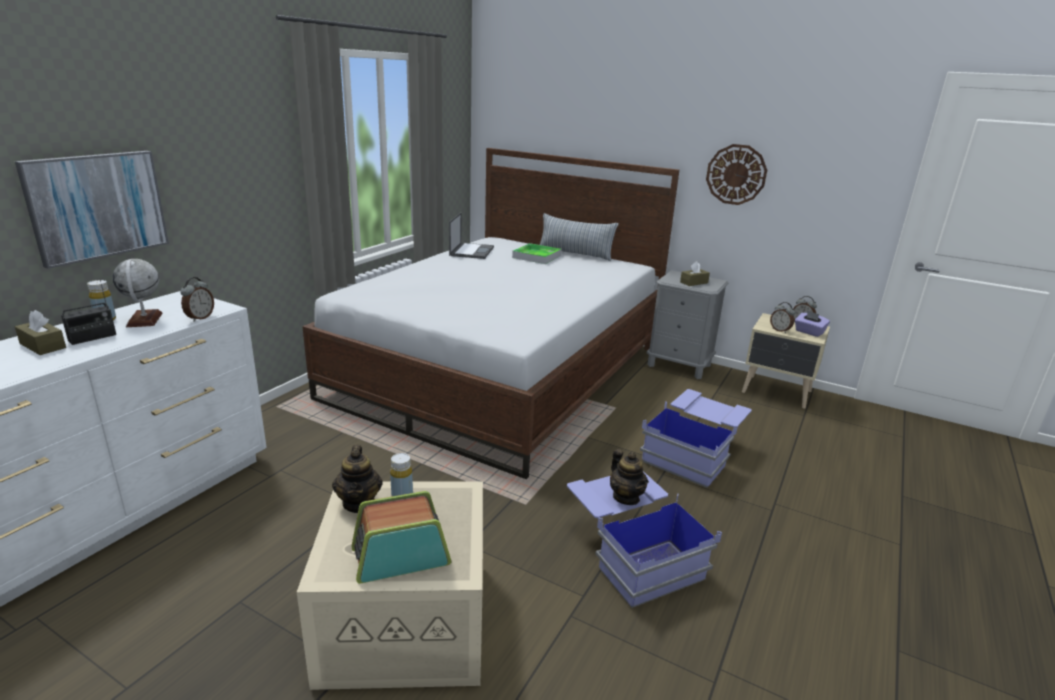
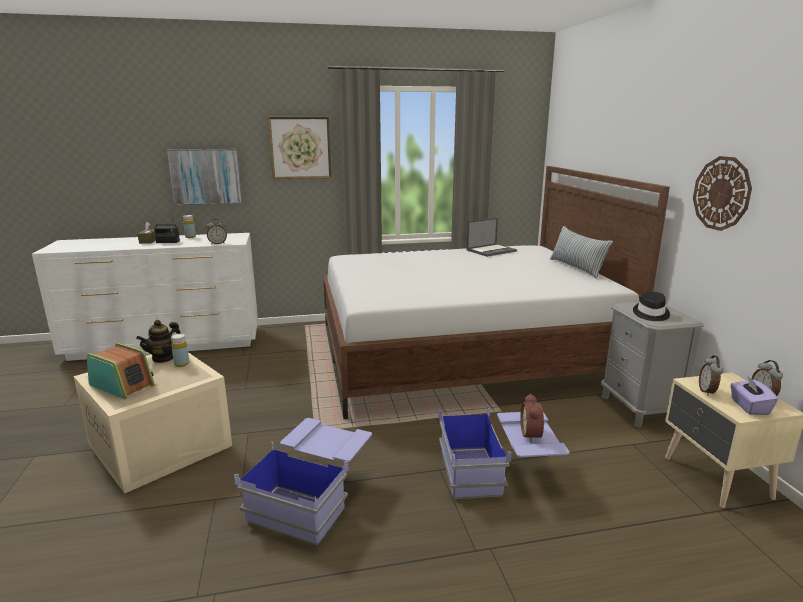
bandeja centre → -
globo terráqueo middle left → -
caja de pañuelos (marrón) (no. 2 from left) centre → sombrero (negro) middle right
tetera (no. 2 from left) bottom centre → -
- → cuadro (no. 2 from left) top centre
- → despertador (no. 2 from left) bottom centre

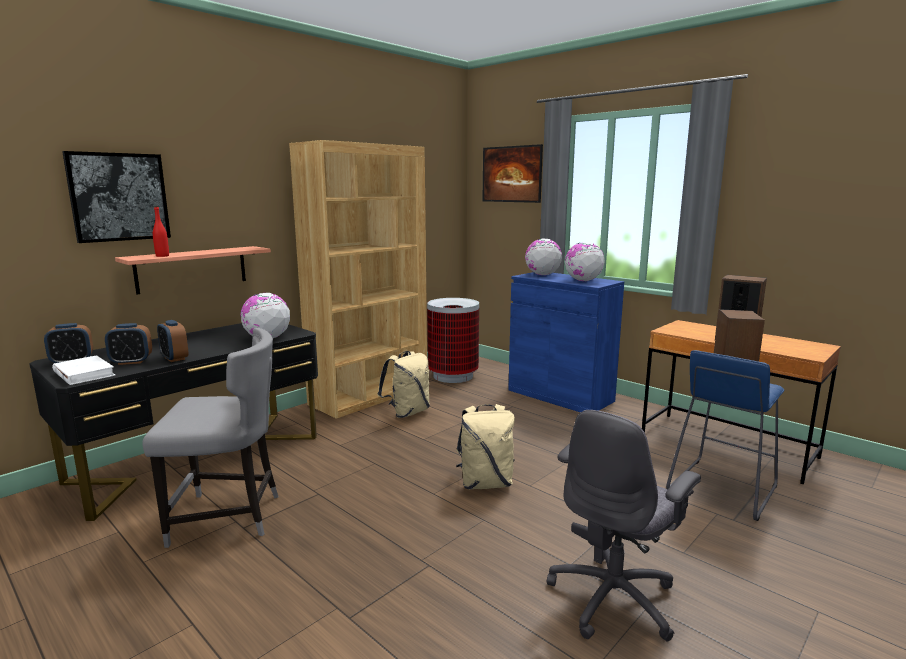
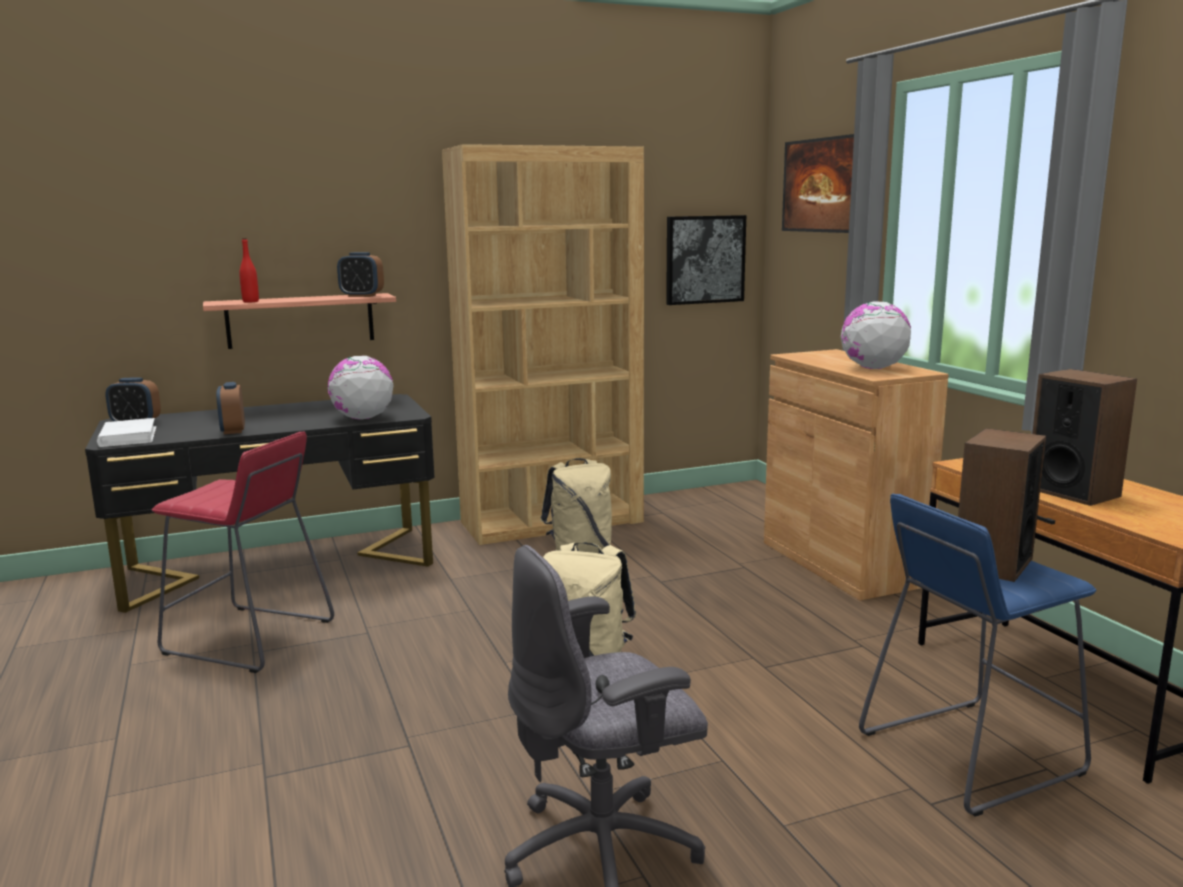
cuadro (no. 1 from left) top left → cuadro (no. 1 from left) top centre, shifted
globo terráqueo (no. 2 from left) centre → -
armario (azul) centre → armario (marrón) middle right
papelera centre → -
despertador (no. 2 from left in the first image) middle left → despertador (no. 3 from left) top left, shifted
silla (gris) middle left → taburete (rojo) middle left

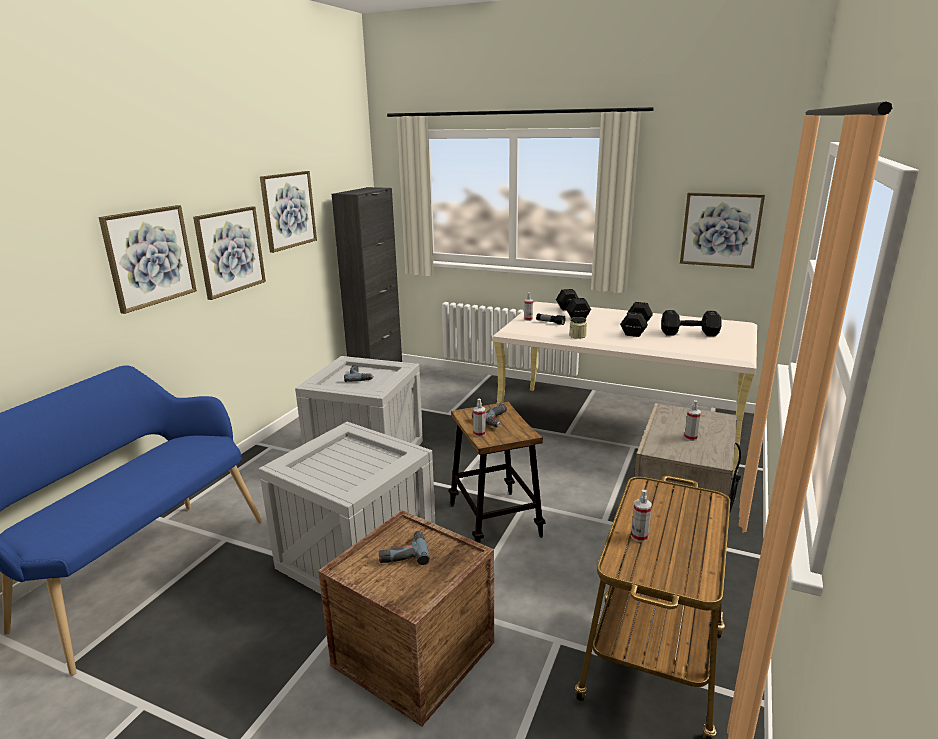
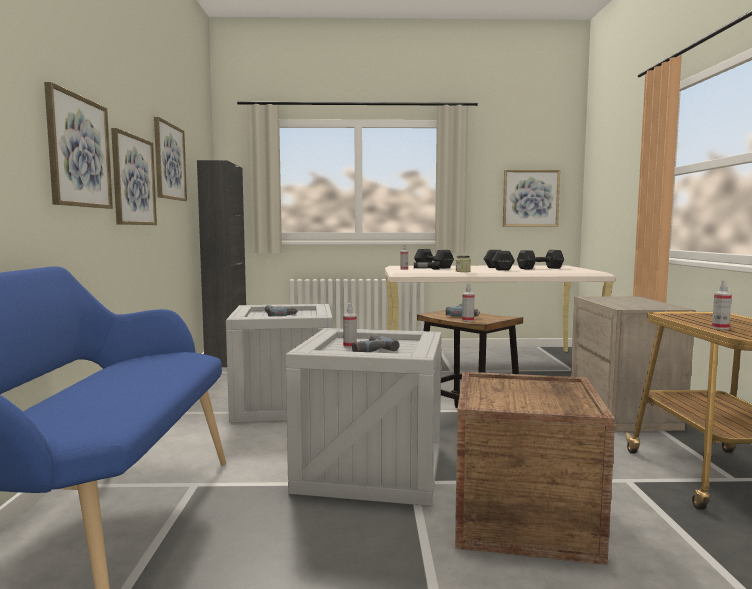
pulverizador (no. 4 from left in the first image) middle right → pulverizador (no. 1 from left) centre, shifted
taladro (no. 2 from left) bottom centre → taladro (no. 2 from left) centre, shifted

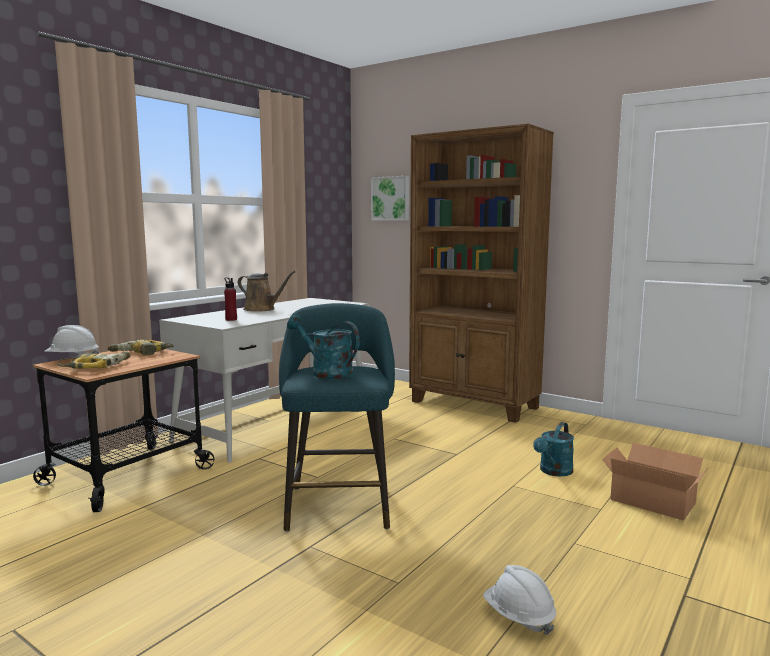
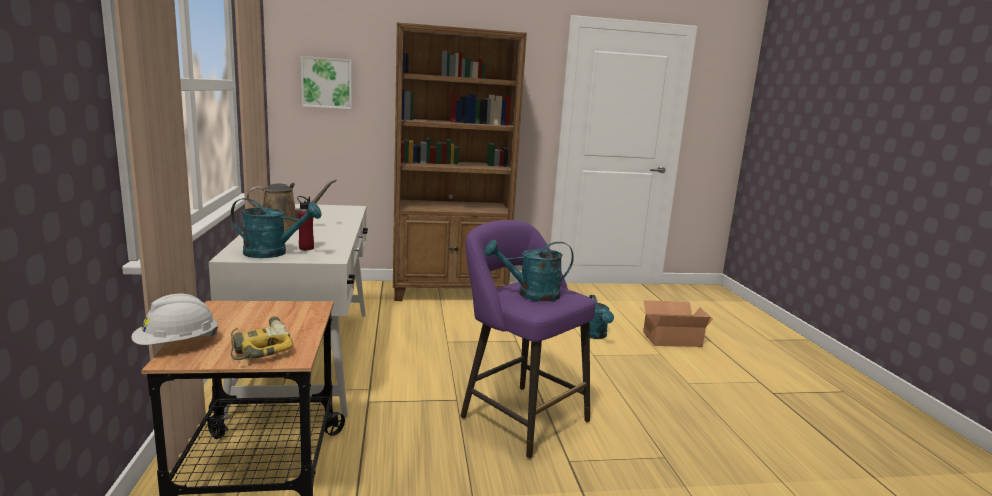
taburete (turquesa) centre → taburete (morado) bottom centre
taladro (no. 2 from left) middle left → -
casco (blanco) (no. 2 from left) bottom right → -
- → regadera (turquesa) (no. 1 from left) middle left

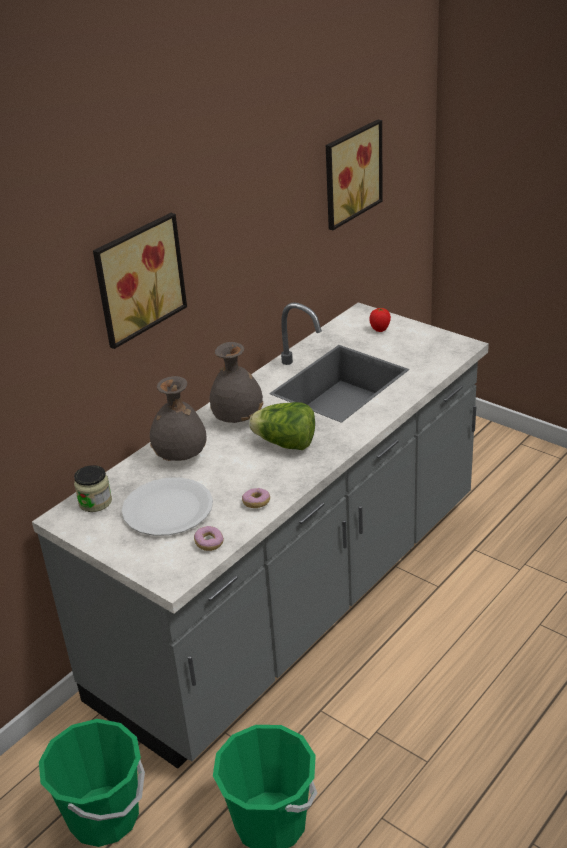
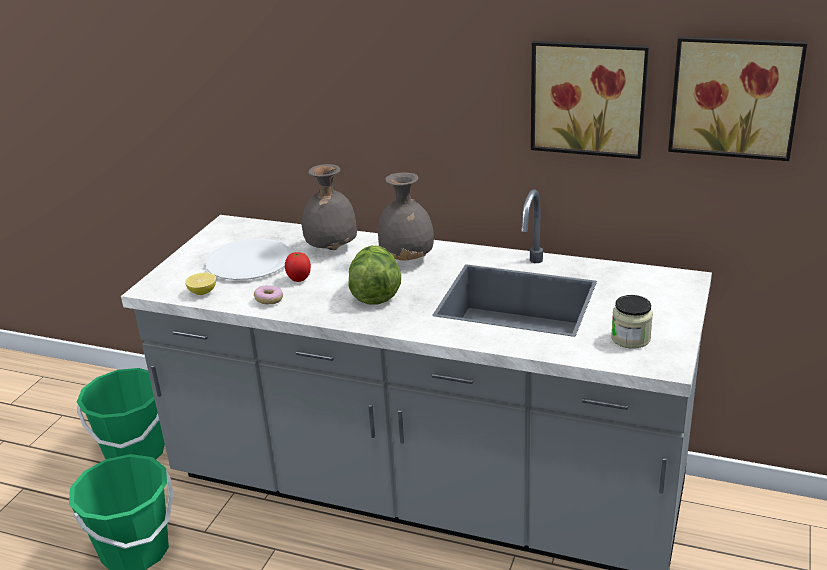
cuadro (no. 1 from left) top left → cuadro (no. 1 from left) top right, shifted
tomate middle right → tomate centre, shifted
tarro middle left → tarro middle right, shifted
rosquilla (no. 1 from left) centre → limón middle left

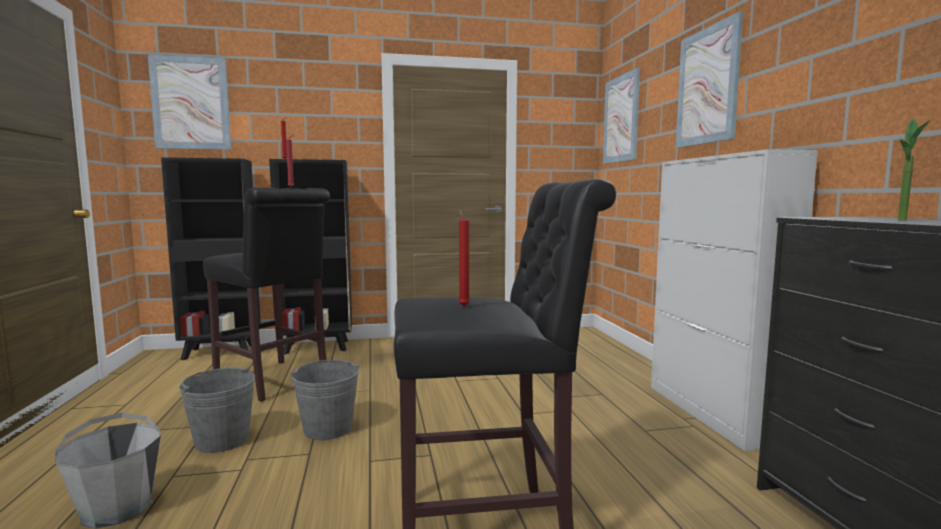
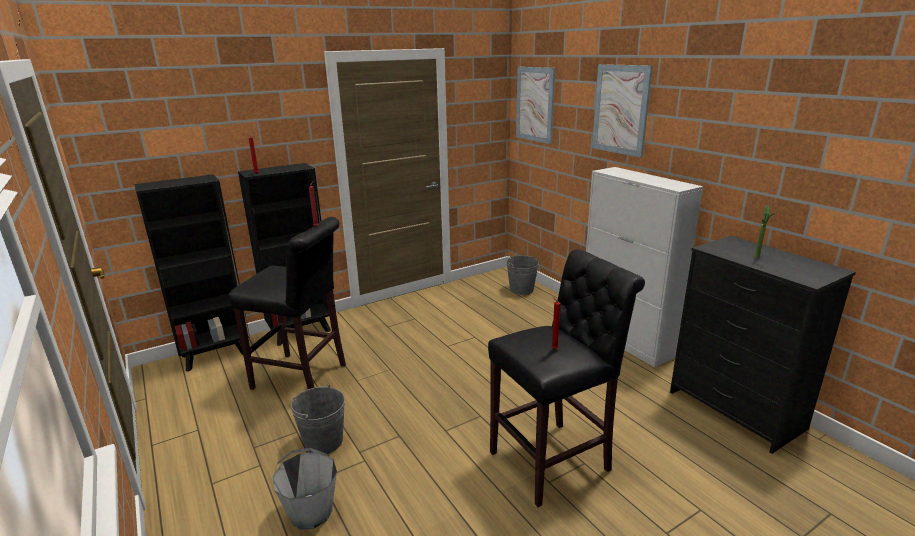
cuadro (no. 1 from left) top left → -
cubo (gris) (no. 3 from left) bottom centre → cubo (gris) (no. 3 from left) centre, shifted

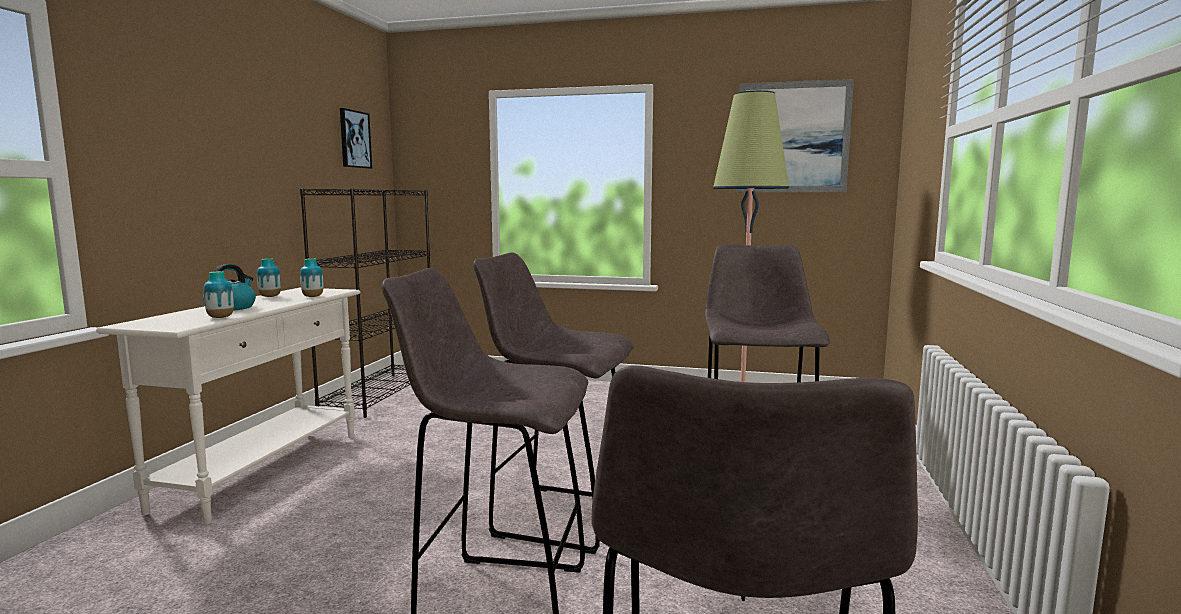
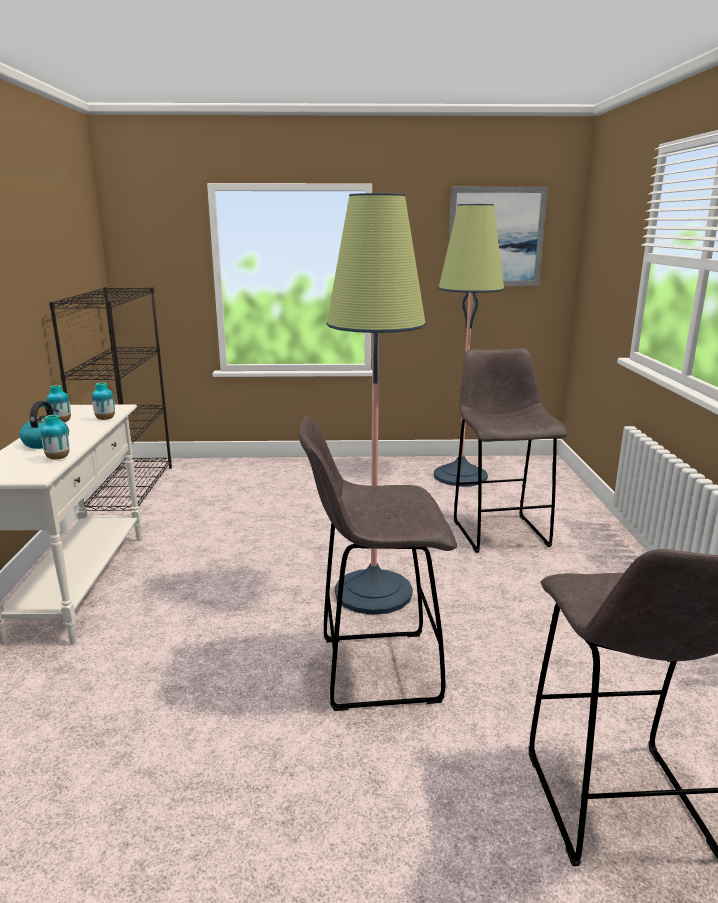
cuadro (no. 1 from left) top left → -
taburete (gris) (no. 2 from left) centre → lámpara de pie (no. 1 from left) centre

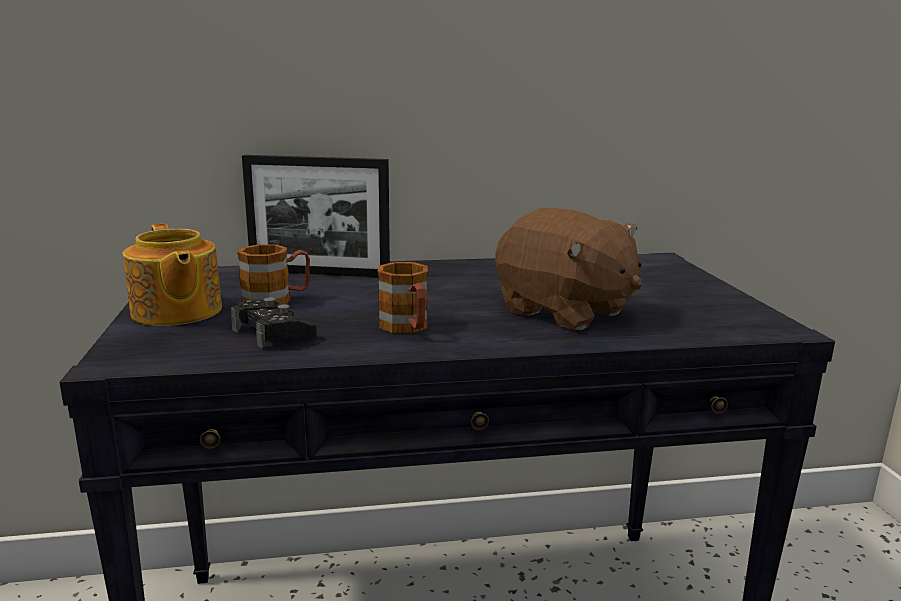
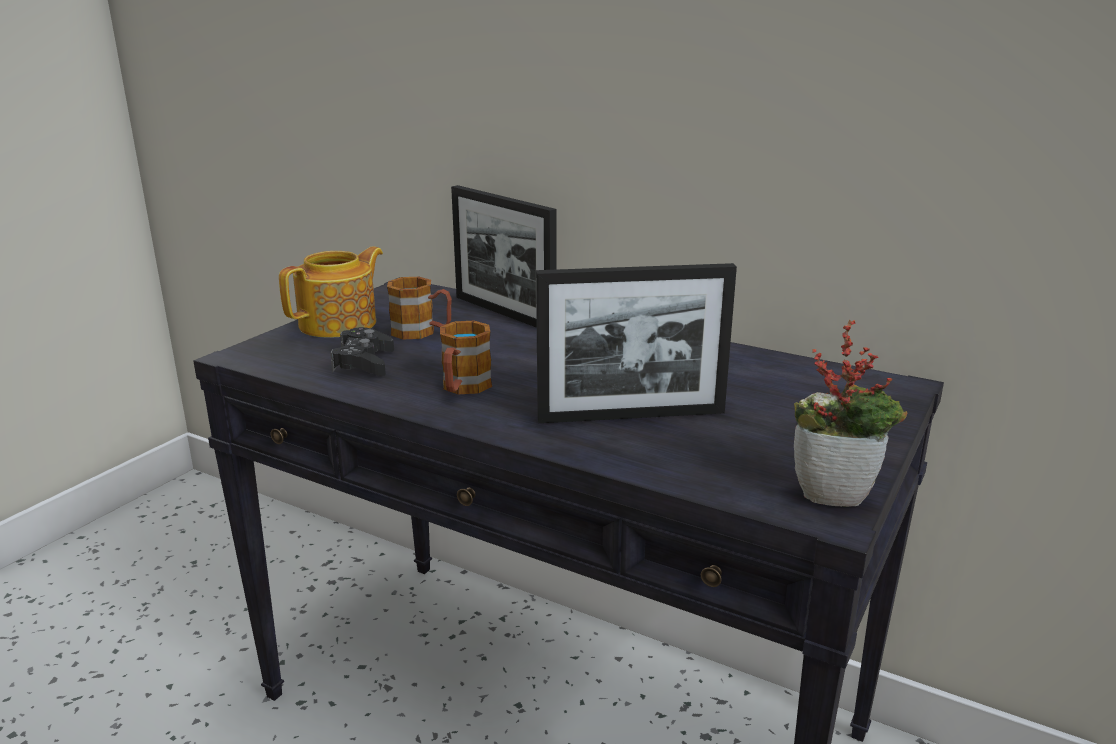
peluche (marrón) centre → portarretratos (no. 2 from left) centre
tetera middle left, 150 degrees counterclockwise
- → planta en maceta middle right

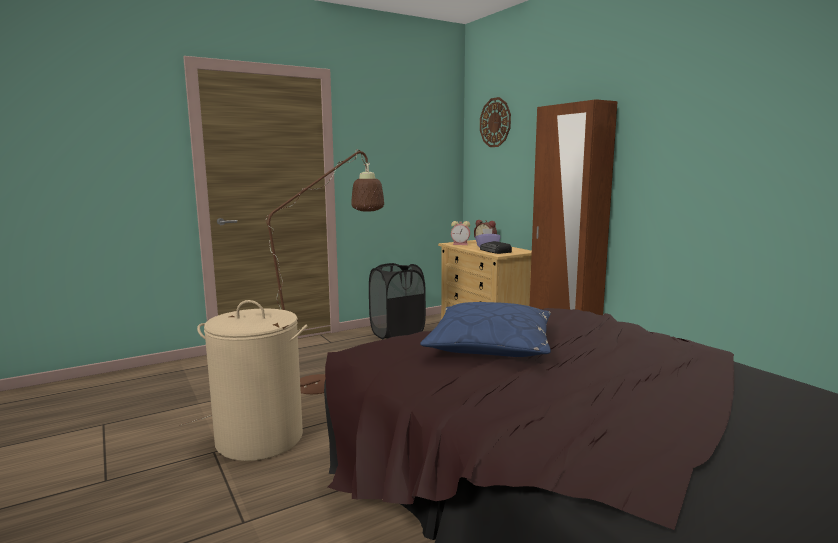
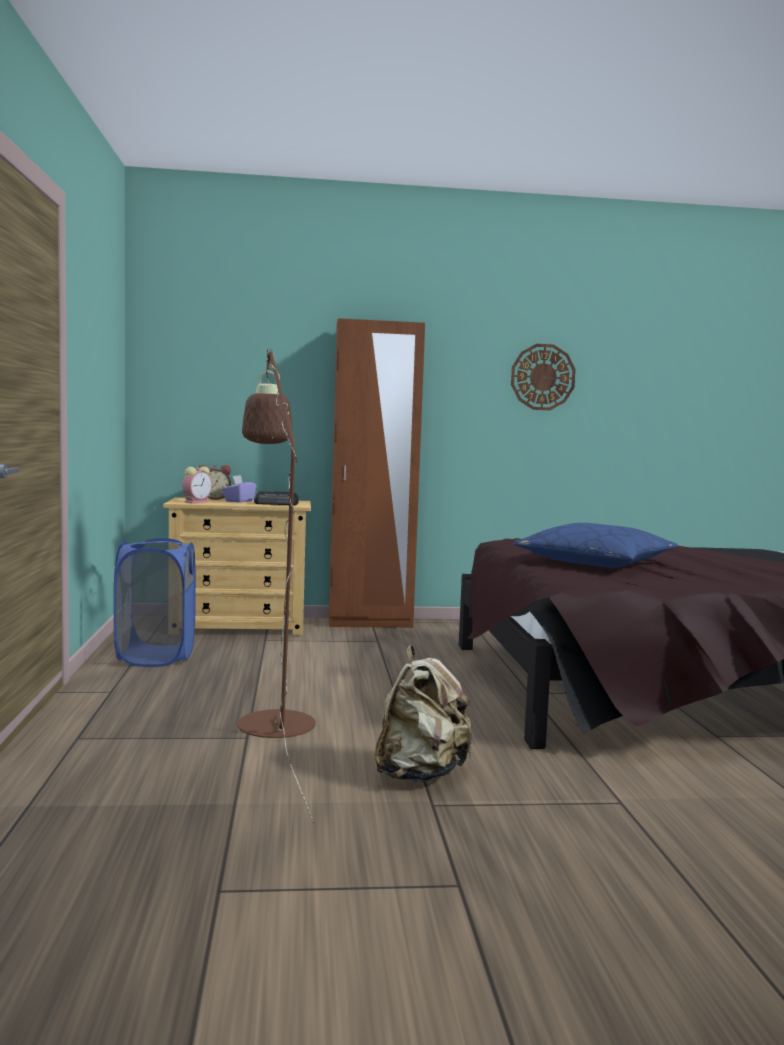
reloj de pared top centre → reloj de pared middle right, shifted
cesto de la ropa (negro) centre → cesto de la ropa (azul) middle left
cesto de la ropa (beis) bottom left → mochila (beis) bottom centre

